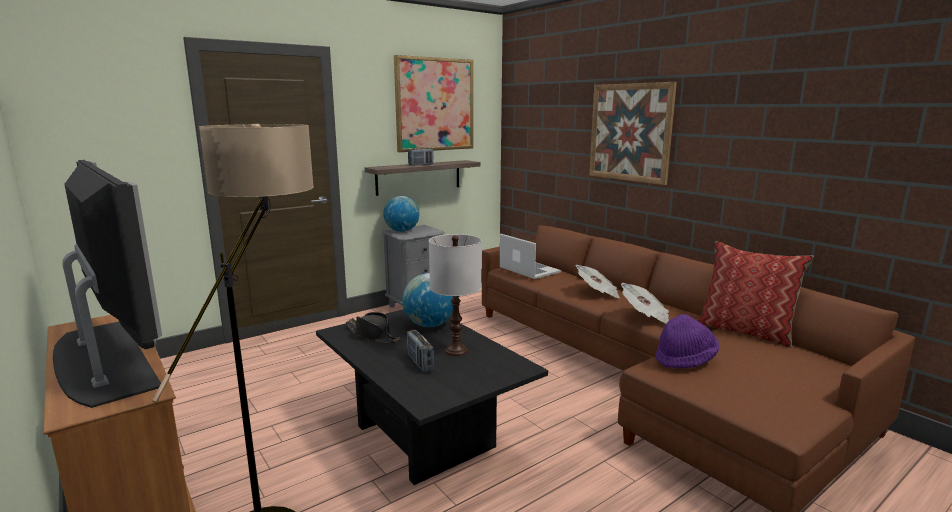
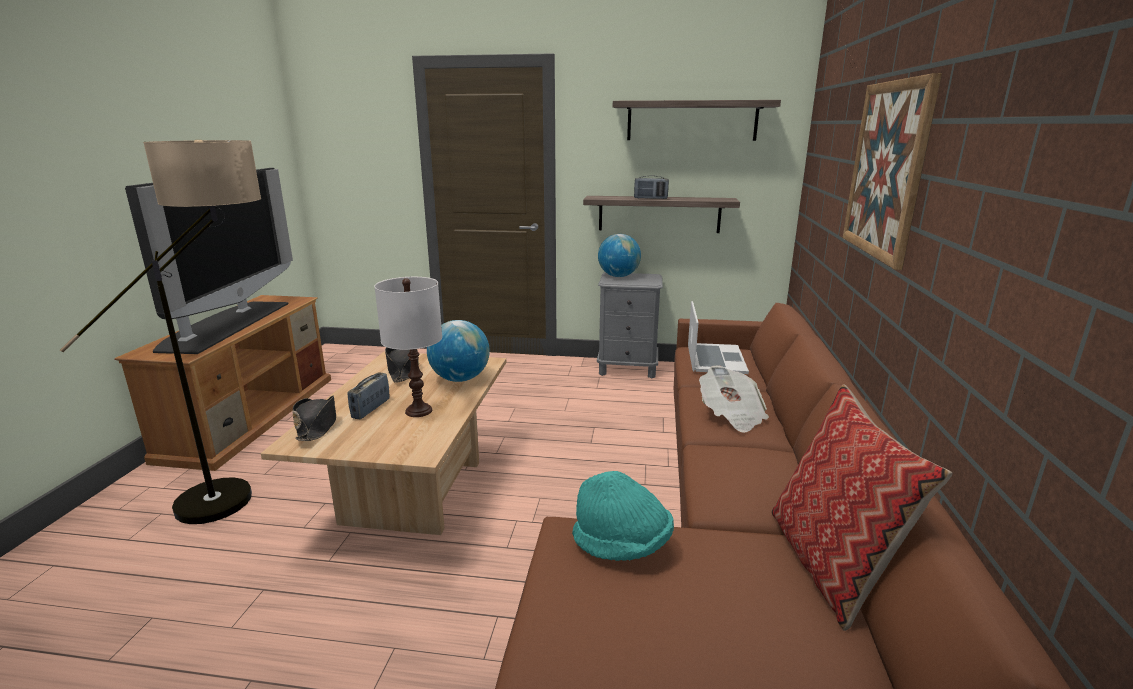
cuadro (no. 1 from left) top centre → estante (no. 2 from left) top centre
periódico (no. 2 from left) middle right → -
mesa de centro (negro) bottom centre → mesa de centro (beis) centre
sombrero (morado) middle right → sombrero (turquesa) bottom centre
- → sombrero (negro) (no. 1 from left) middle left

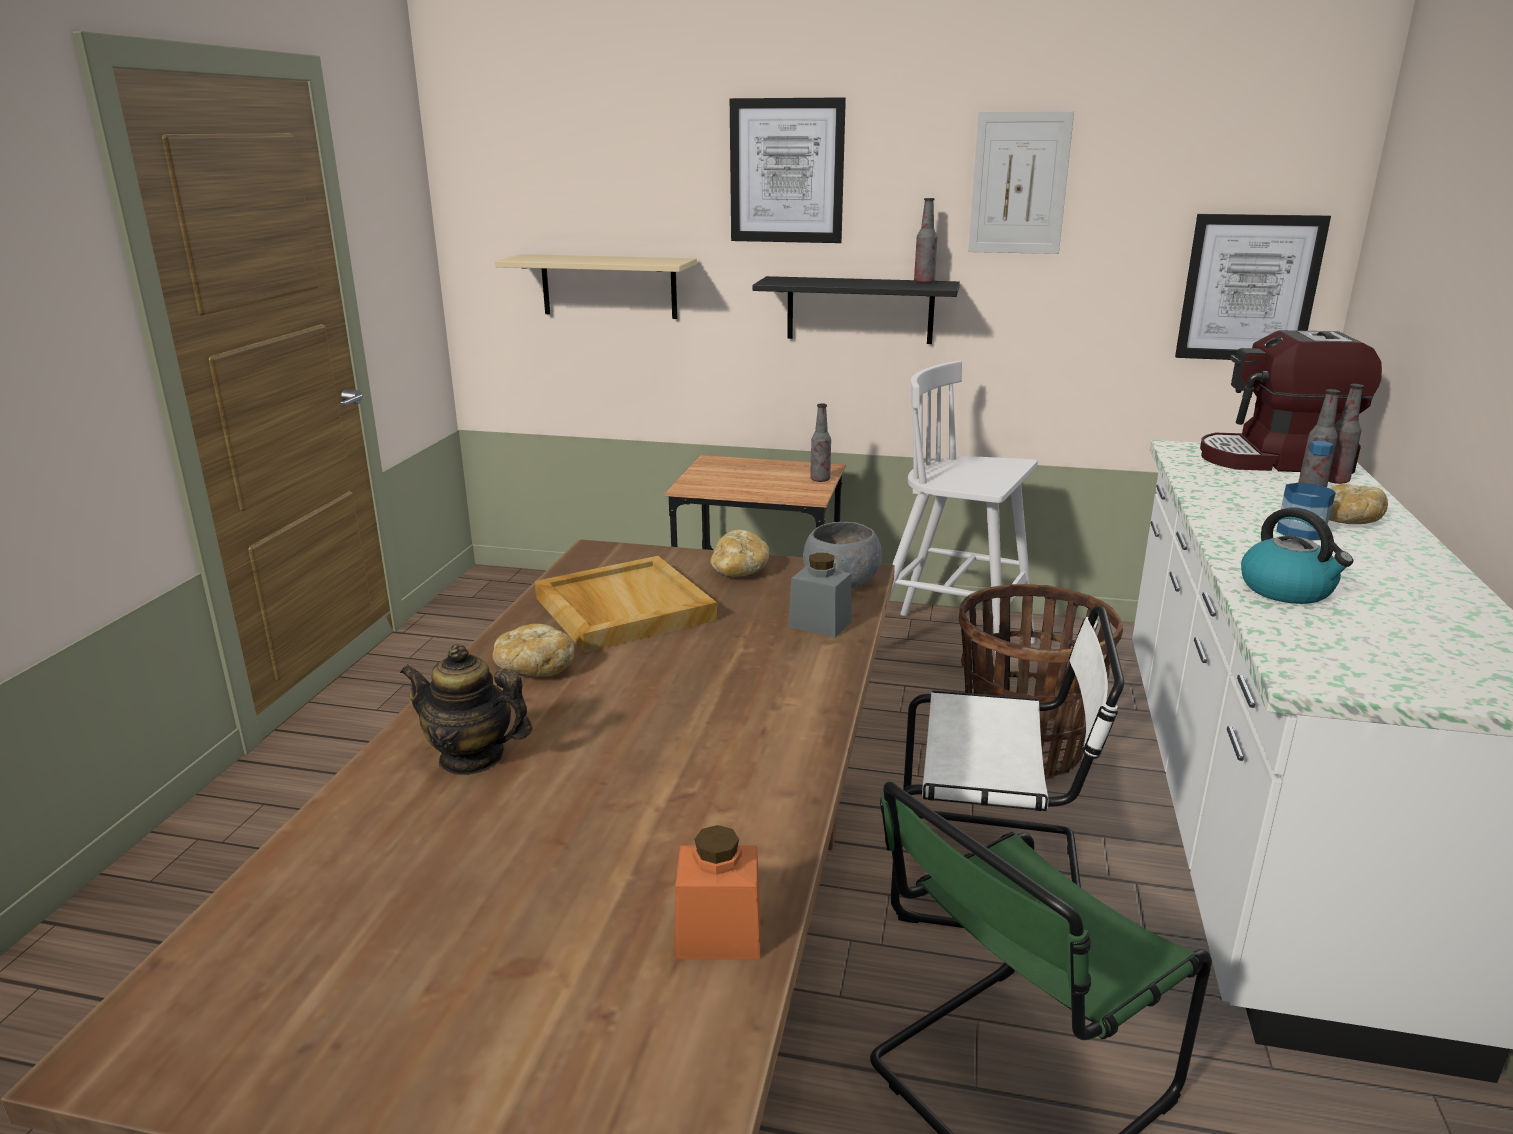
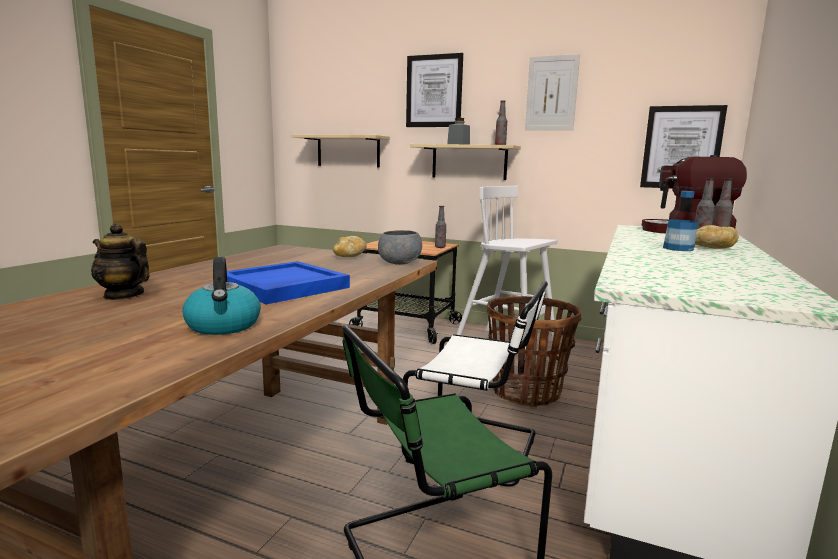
estante (negro) top centre → estante (beis) (no. 2 from left) top centre
hervidor middle right → hervidor middle left, shifted
tarro (gris) centre → tarro (gris) top centre, shifted
bandeja (beis) centre → -
pan (no. 1 from left) centre → -
tarro (naranja) bottom centre → -
- → bandeja (azul) centre

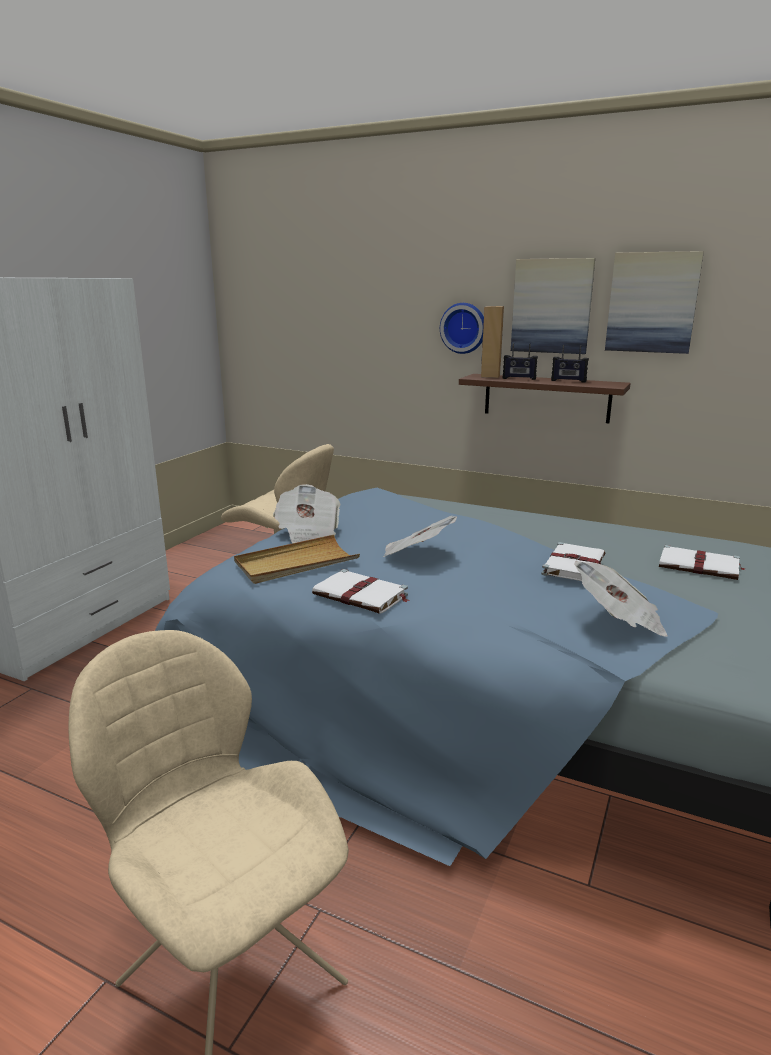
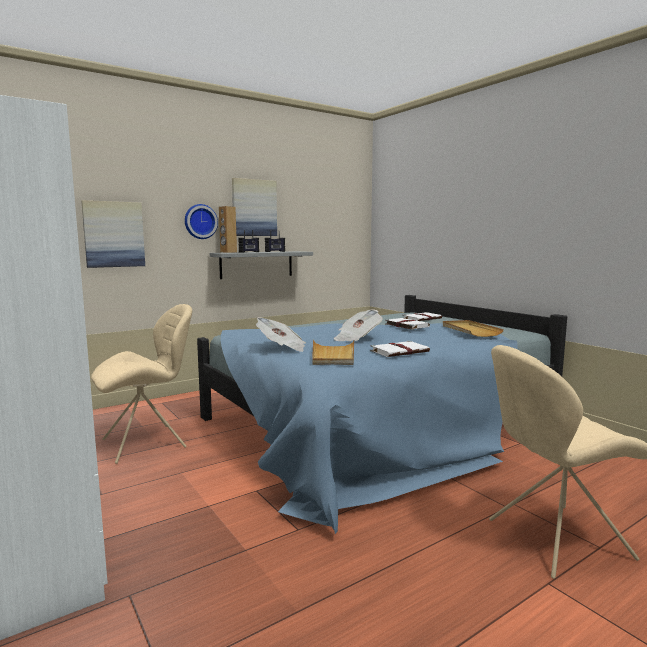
cuadro (no. 2 from left in the first image) top right → cuadro (no. 1 from left) middle left, shifted
estante (marrón) middle right → estante (gris) centre
periódico (no. 3 from left) middle right → bandeja (beis) (no. 2 from left) middle right

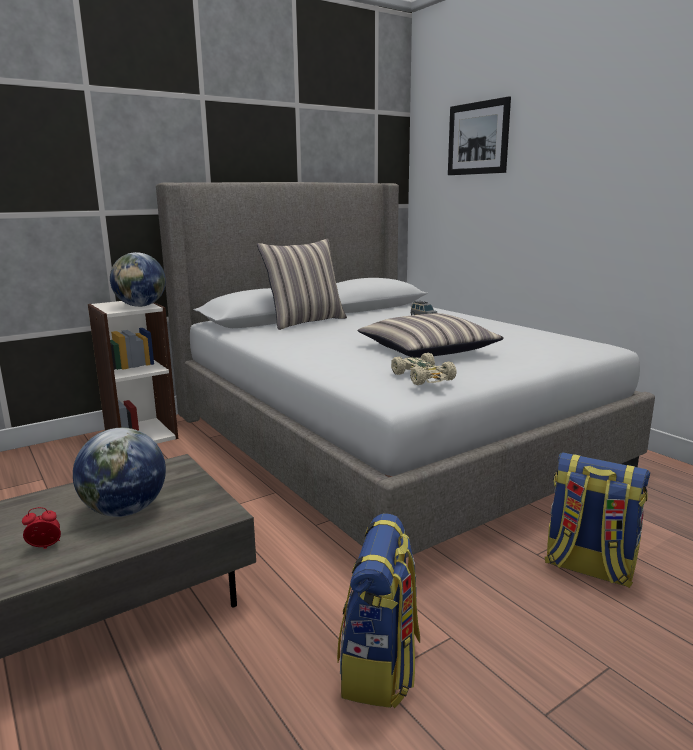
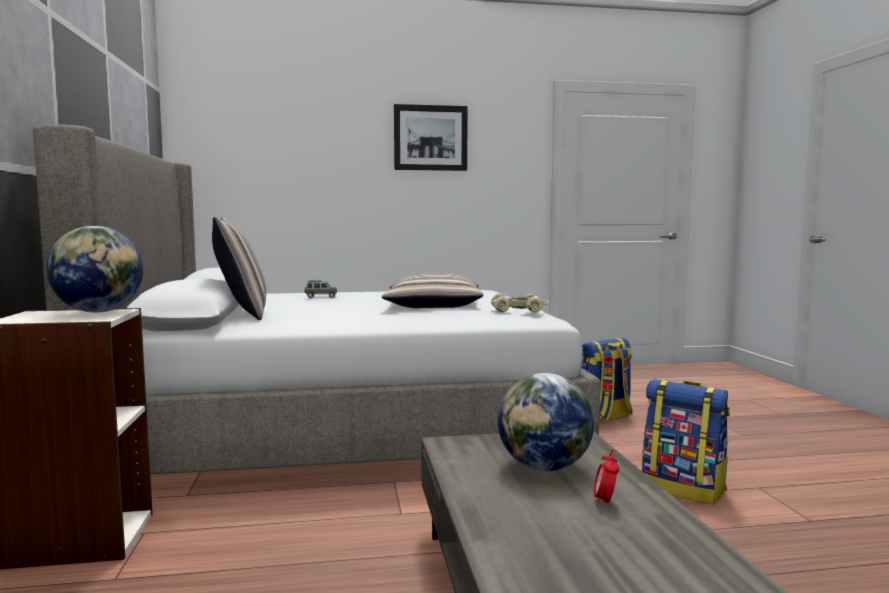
cuadro top right → cuadro top centre, shifted

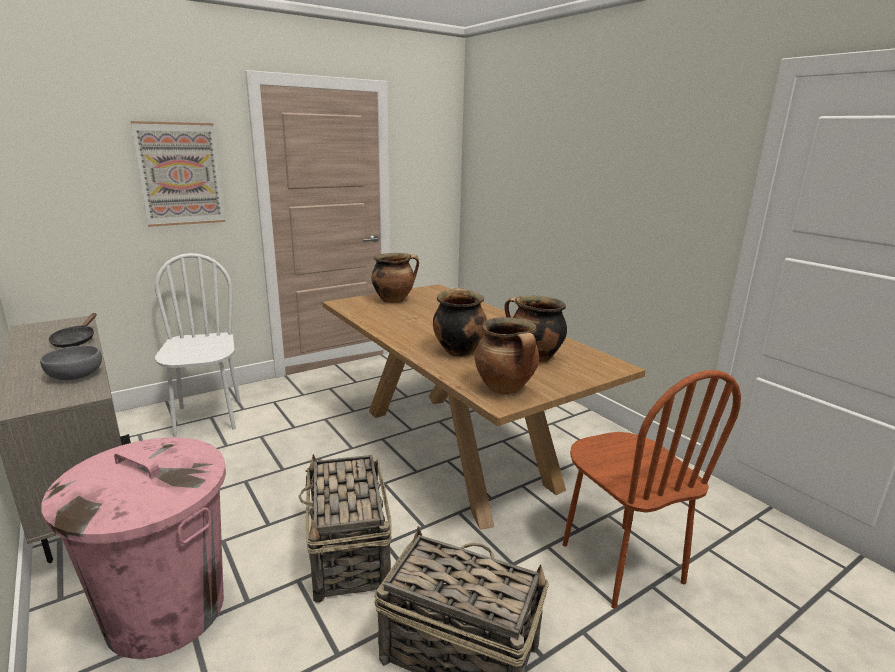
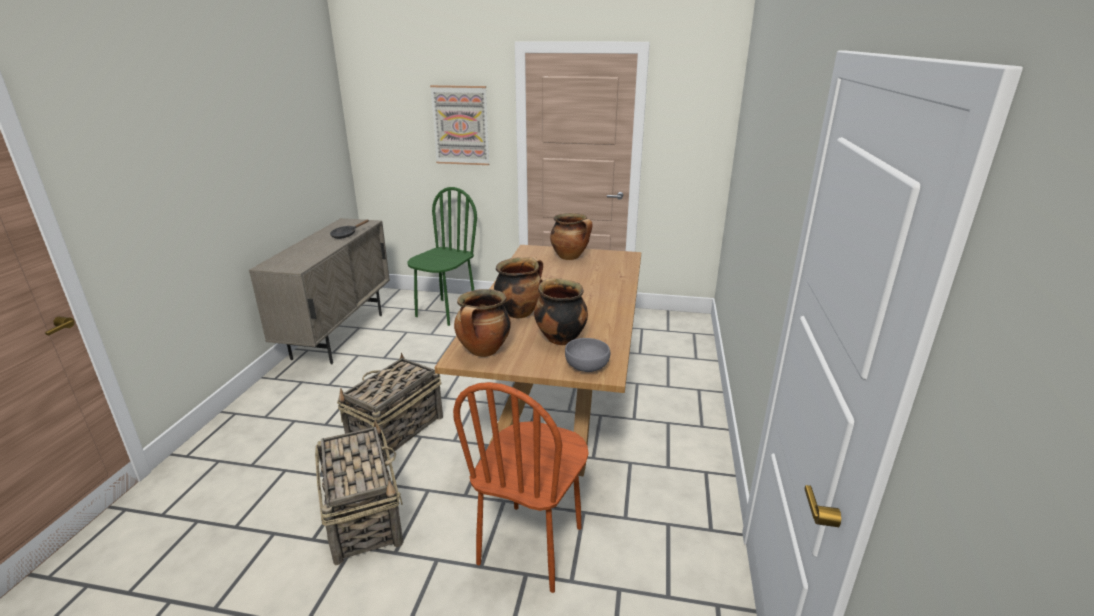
silla (blanco) middle left → silla (verde) centre
cuenco (gris) middle left → cuenco (gris) centre, shifted
papelera (rosa) bottom left → -

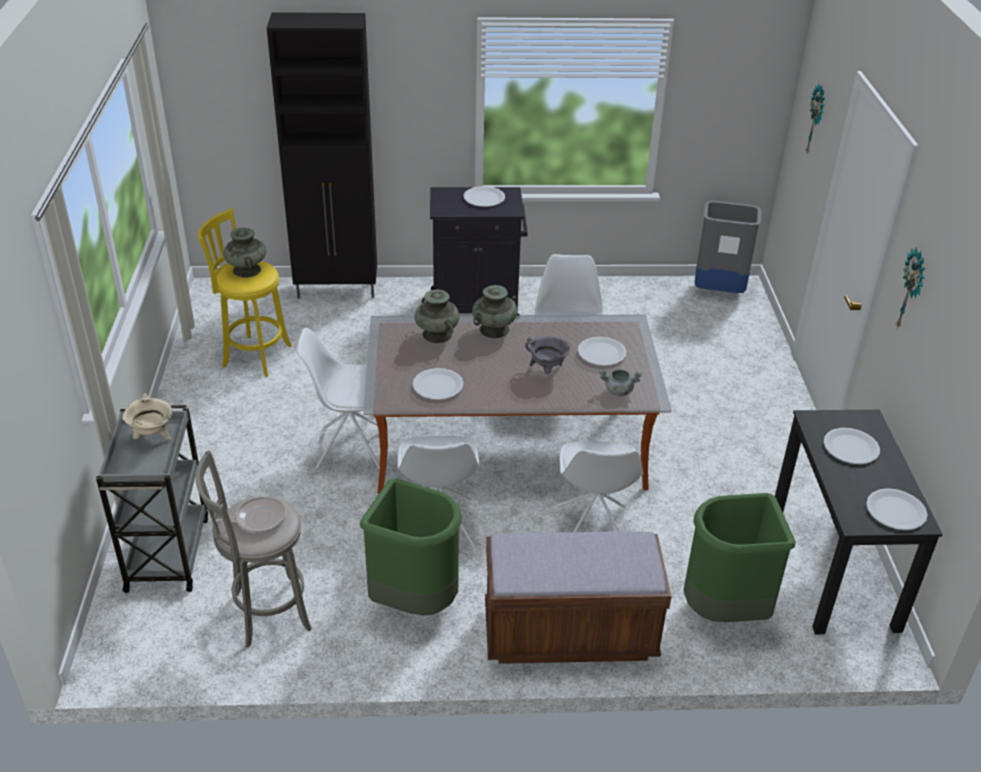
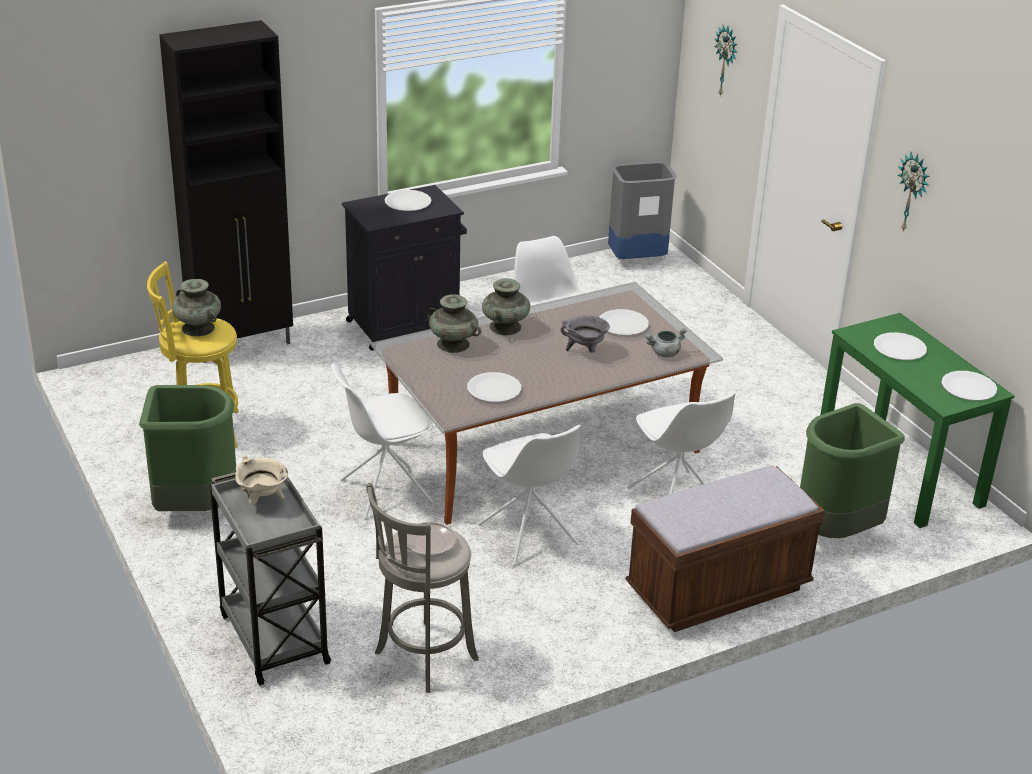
escritorio (negro) bottom right → escritorio (verde) middle right
papelera (verde) (no. 1 from left) bottom centre → papelera (verde) (no. 1 from left) middle left, shifted

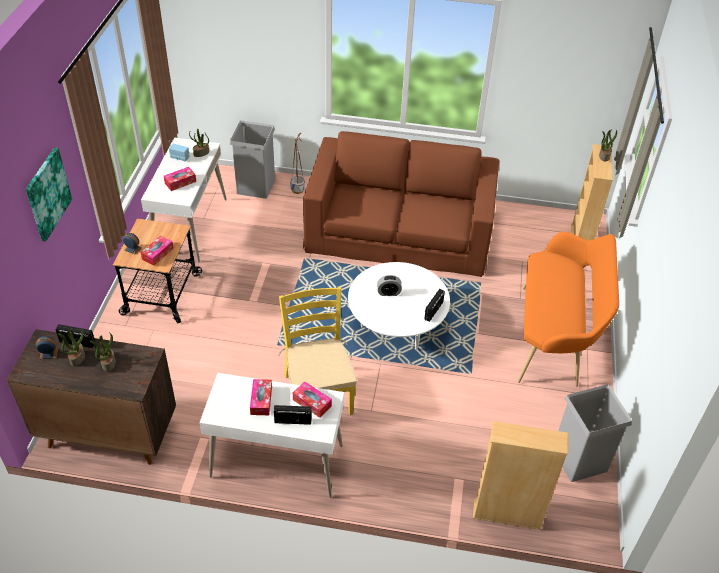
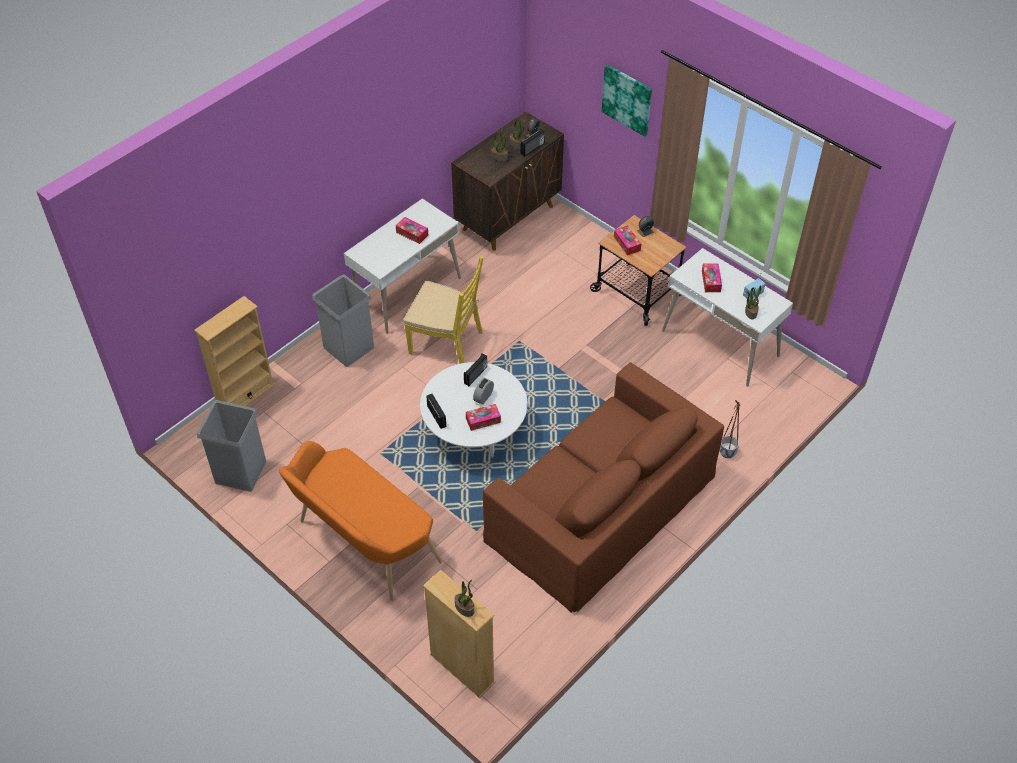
papelera (gris) (no. 1 from left in the first image) top centre → papelera (gris) (no. 2 from left) centre, shifted
caja de pañuelos (no. 4 from left in the first image) bottom centre → caja de pañuelos (no. 2 from left) centre, shifted
radio (no. 3 from left in the first image) bottom centre → radio (no. 2 from left) centre, shifted

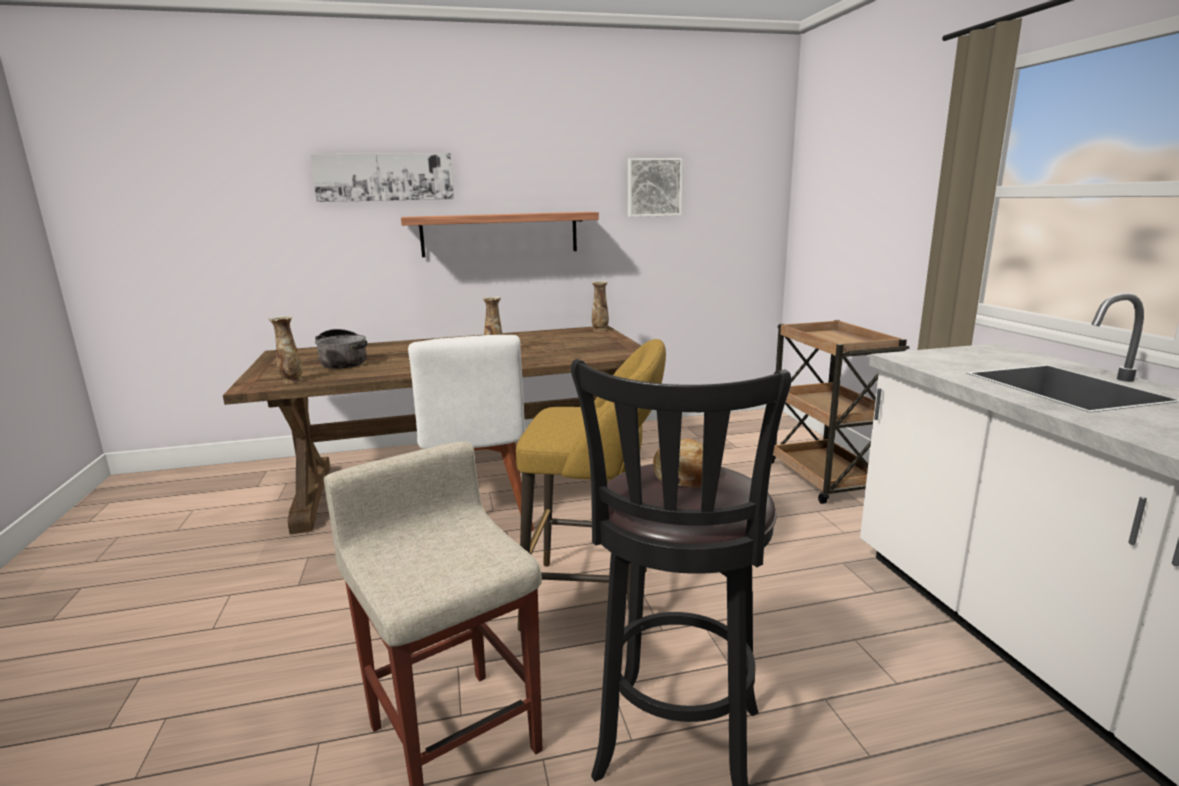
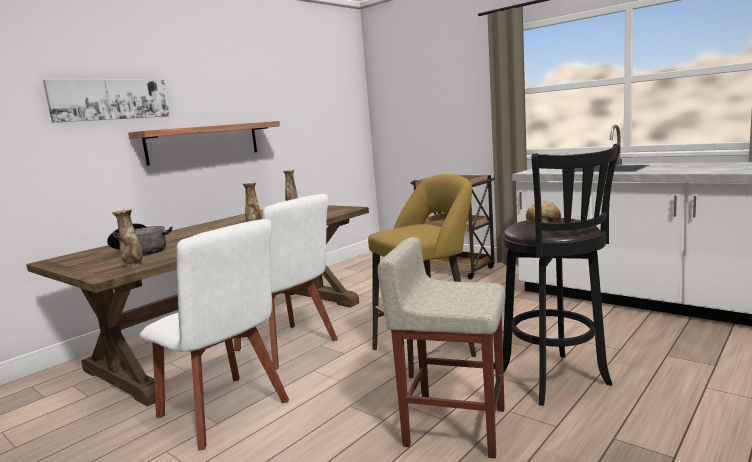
cuadro (no. 2 from left) top centre → -
- → silla (blanco) (no. 1 from left) bottom left

